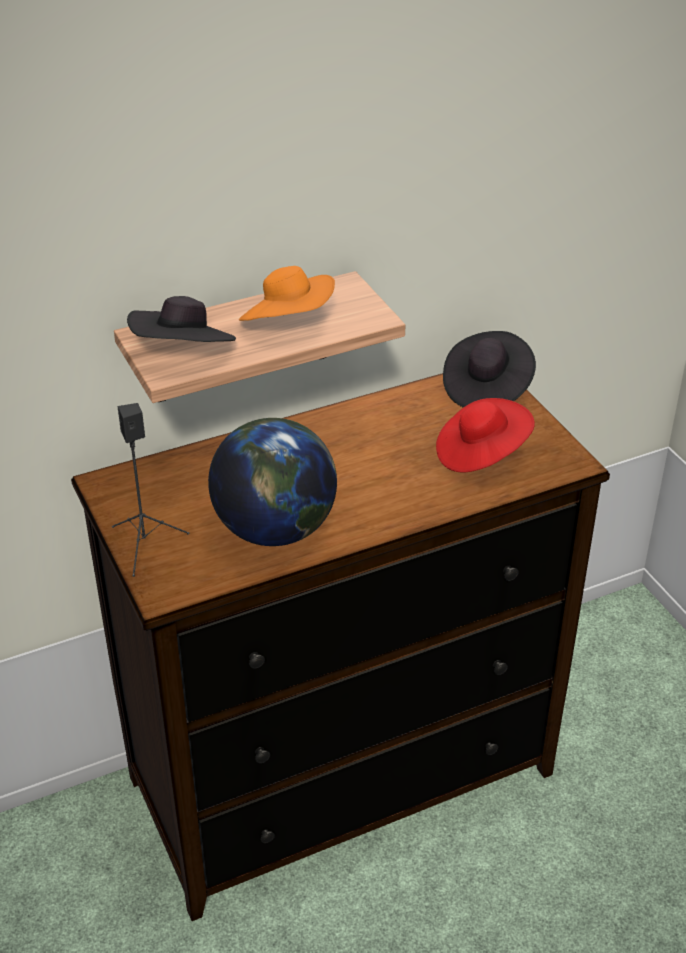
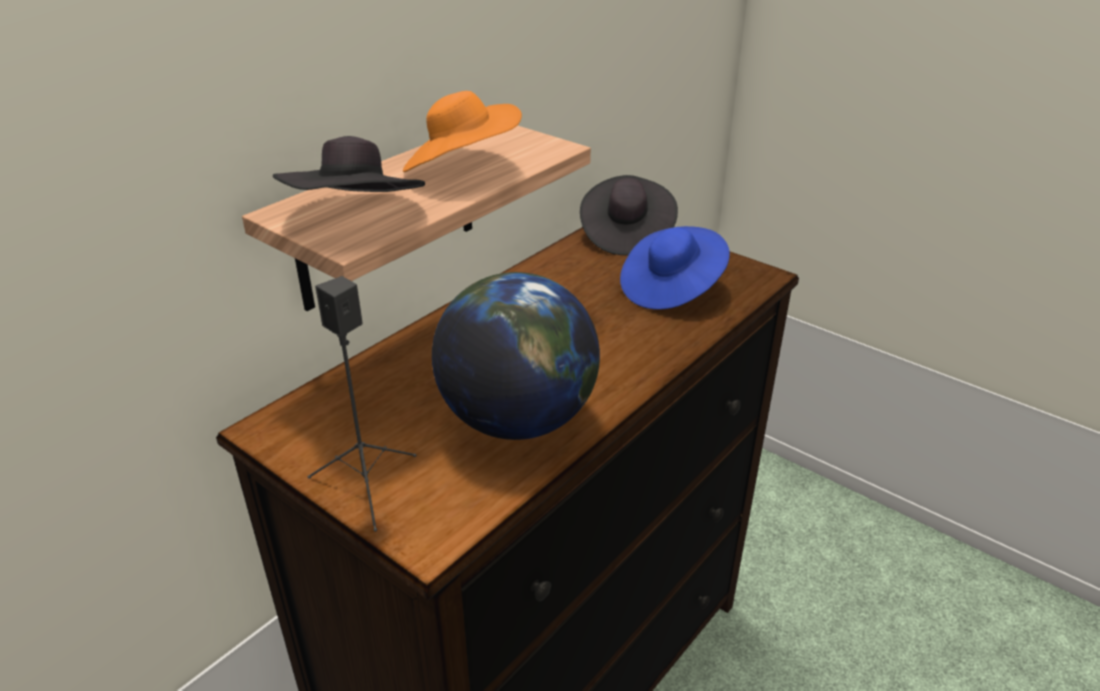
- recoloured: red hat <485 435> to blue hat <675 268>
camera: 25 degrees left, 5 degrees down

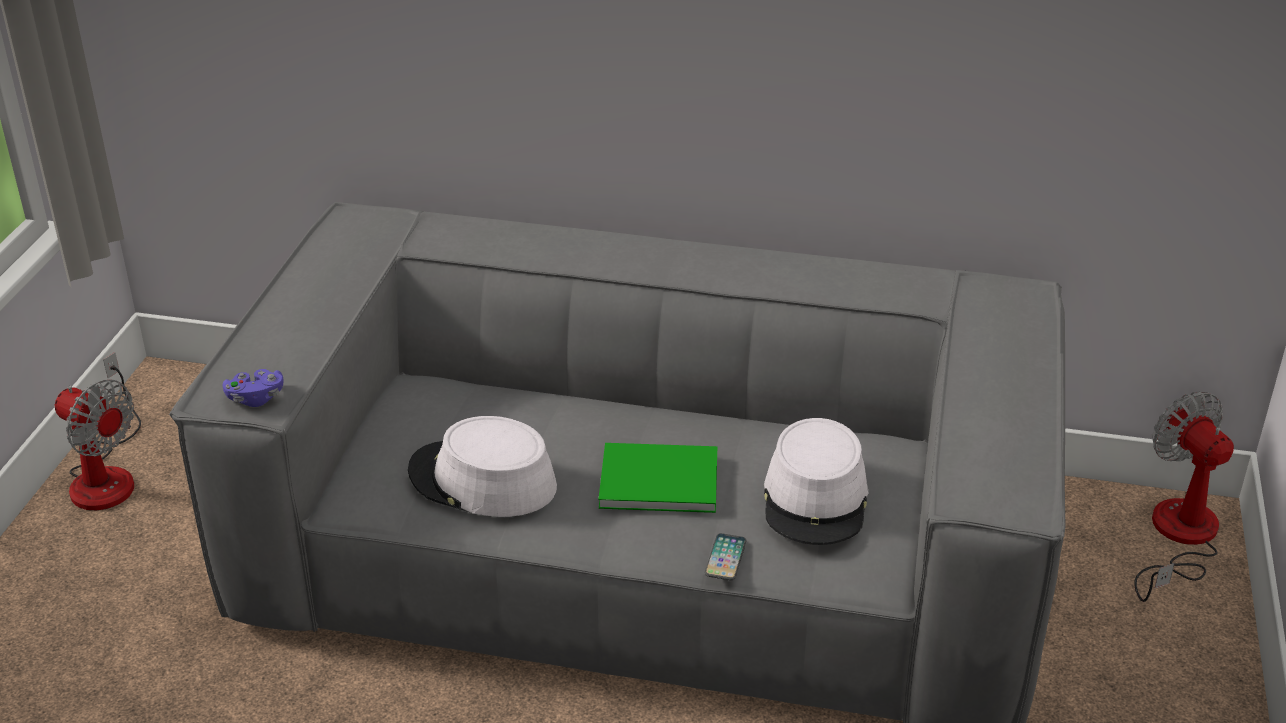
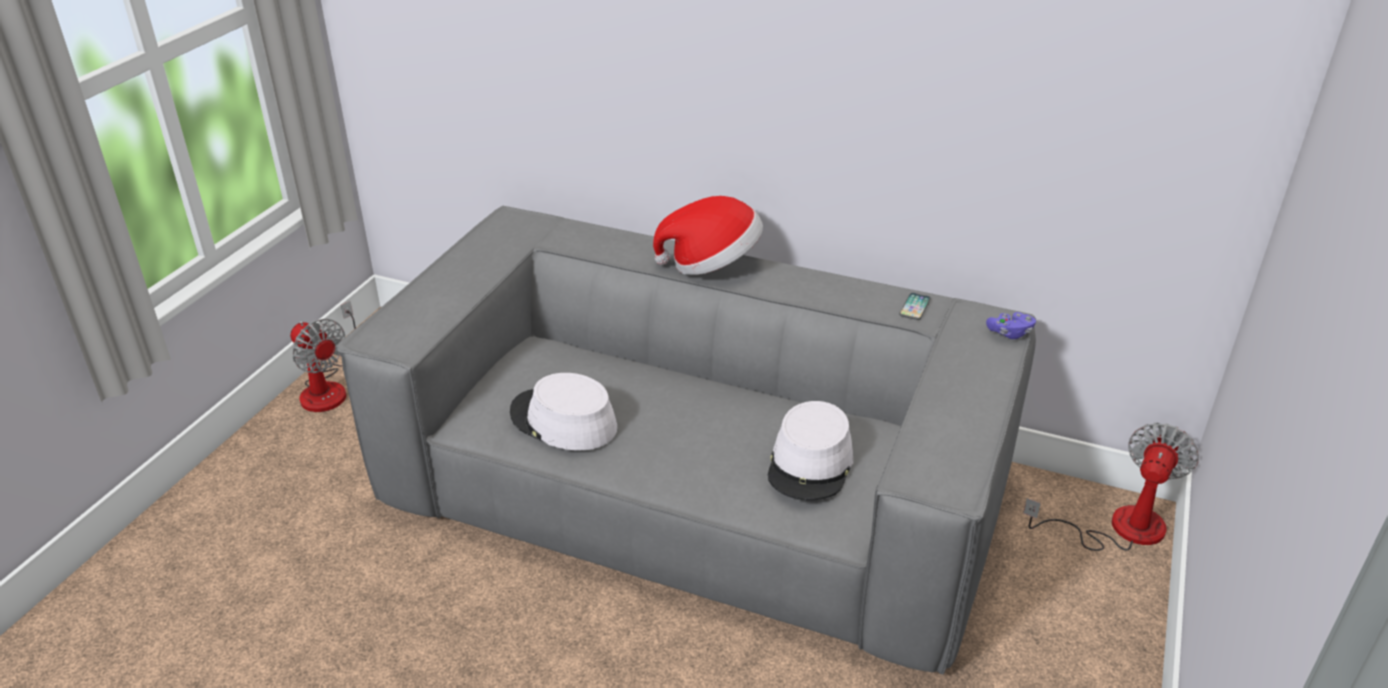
- removed: green book <657 478>
- added: hat <708 235>
- moved: purple game controller <253 388> to <1011 325>
- moved: phone <725 556> to <915 306>
- turned: fan <1184 497> = <1111 487> 45 degrees clockwise
camera: 10 degrees right, 0 degrees up

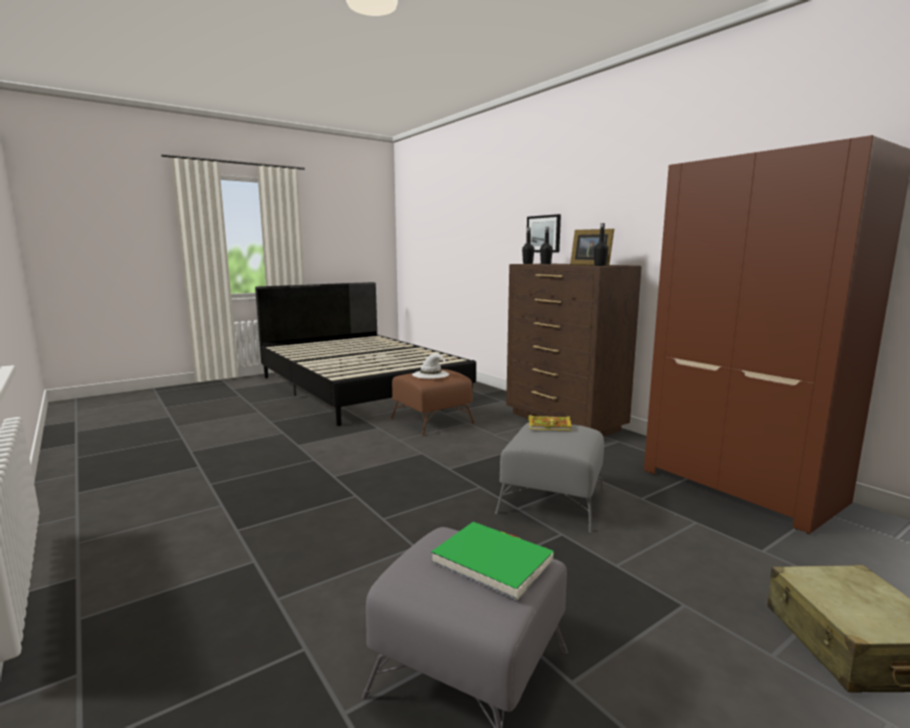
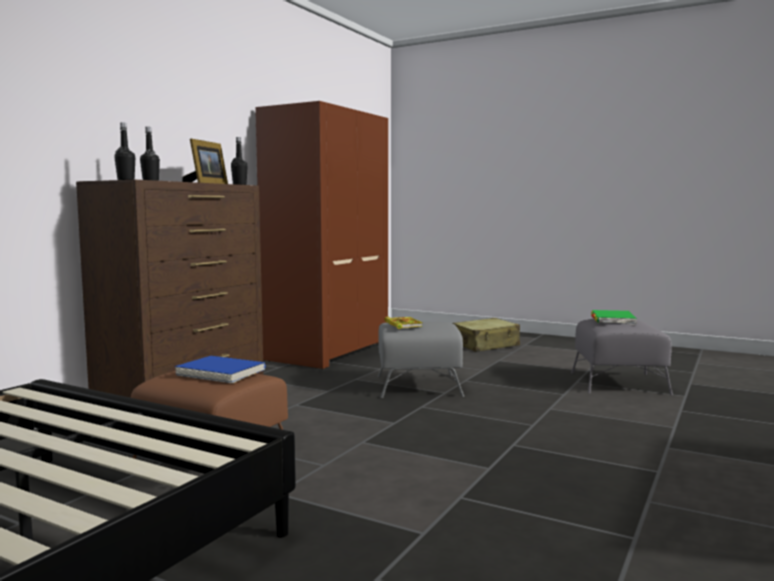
- removed: picture <543 233>
- replaced: white hat <430 366> to blue book <220 370>
camera: 115 degrees left, 5 degrees down

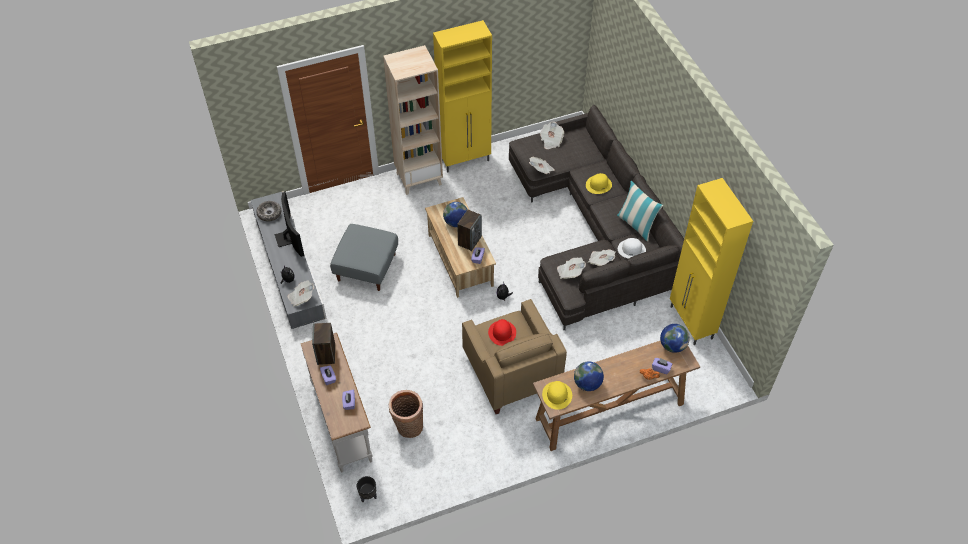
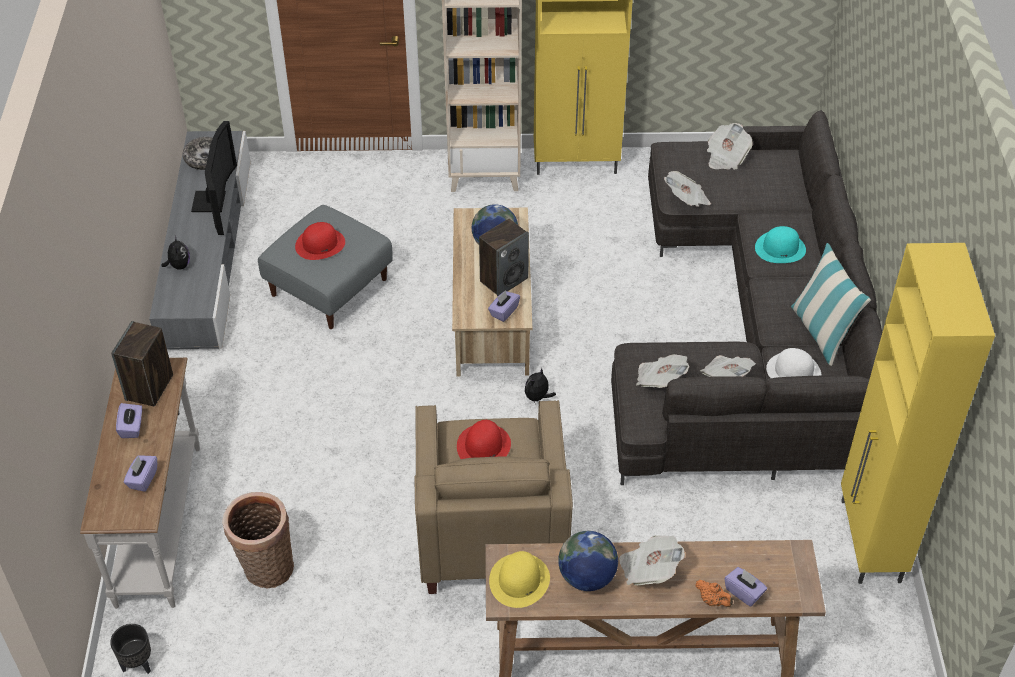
- removed: globe <675 338>
- added: red hat <320 241>
- moved: newspaper <301 293> to <652 560>
- recoloured: yellow hat <599 183> to turquoise hat <780 244>
camera: 20 degrees right, 5 degrees down

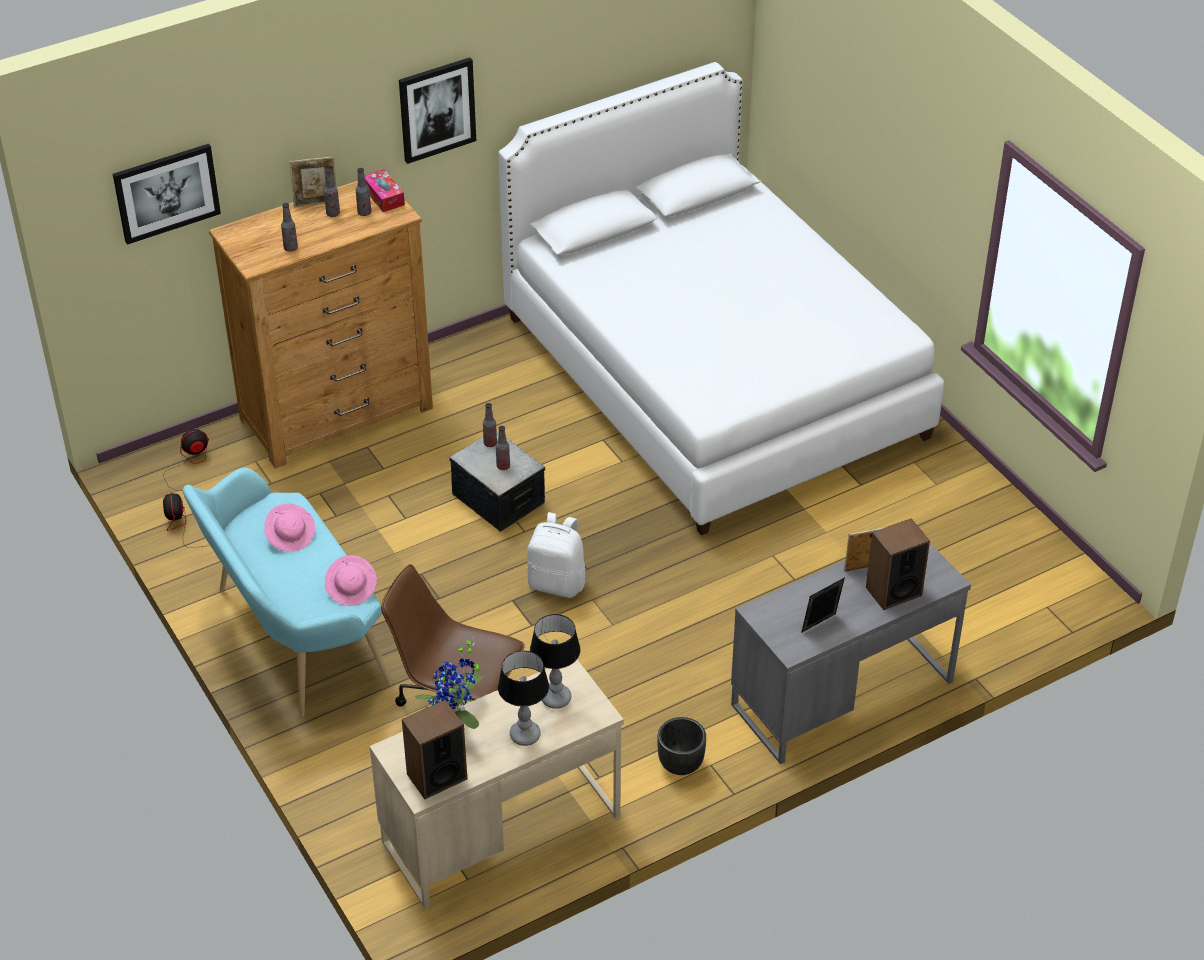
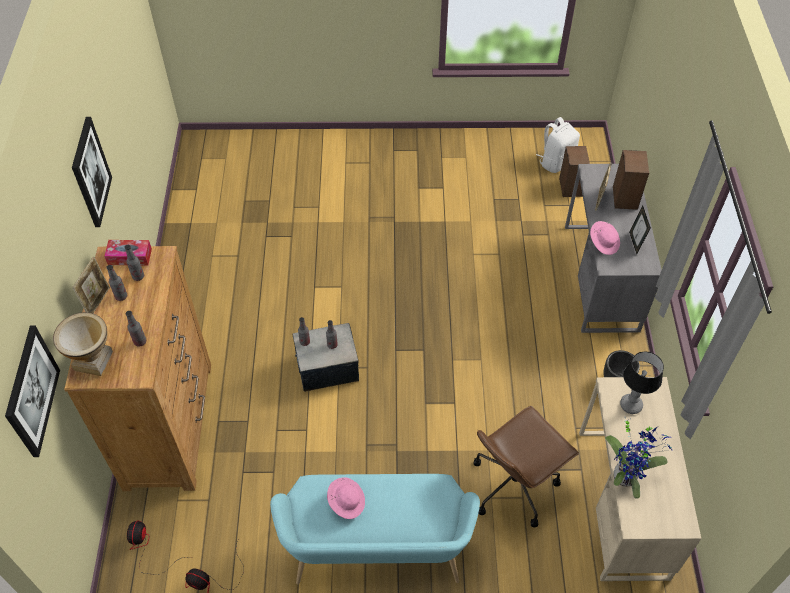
- removed: table lamp <523 698>
- removed: white bed <721 299>
- added: vase <83 344>
- moved: pink hat <351 580> to <605 238>
- moved: speaker <434 749> to <574 171>
- moved: white backpack <556 555> to <558 145>
camera: 60 degrees left, 10 degrees up

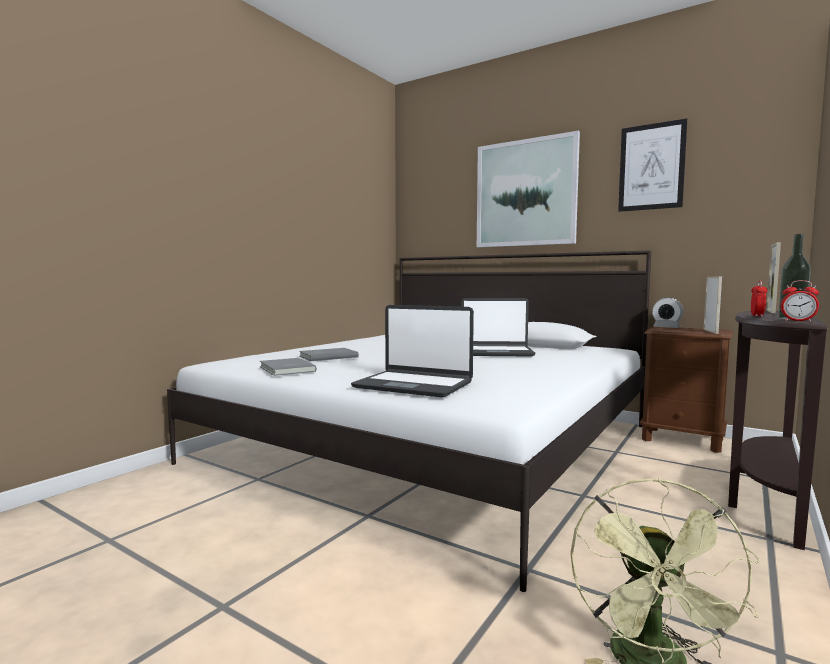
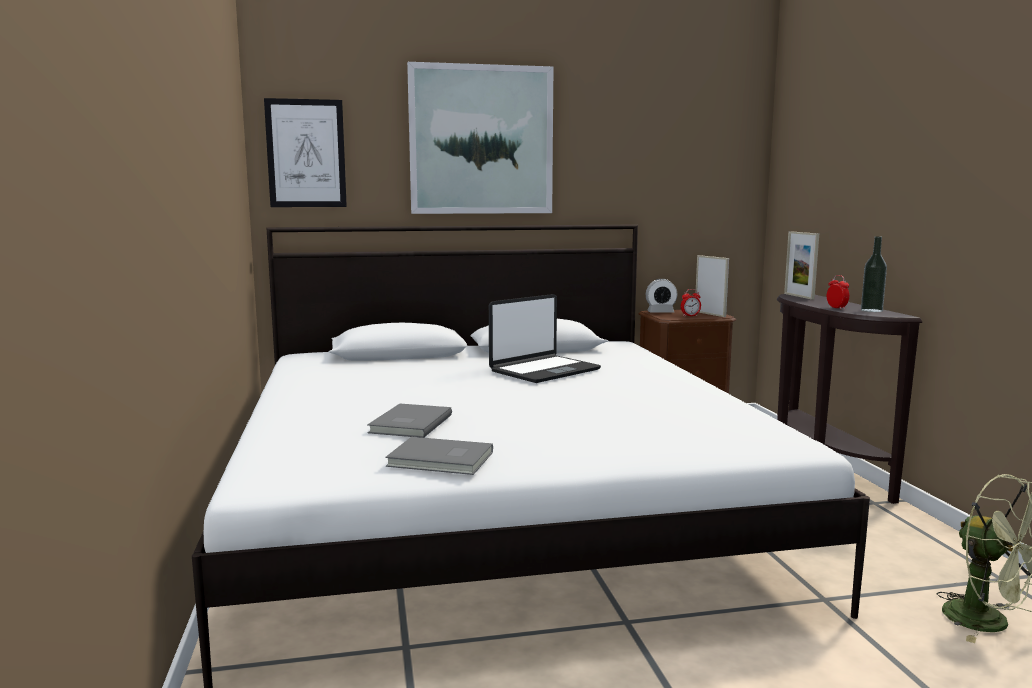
- removed: laptop <412 351>
- moved: picture <652 165> to <305 152>
- moved: alarm clock <800 301> to <691 302>
camera: 45 degrees left, 5 degrees up

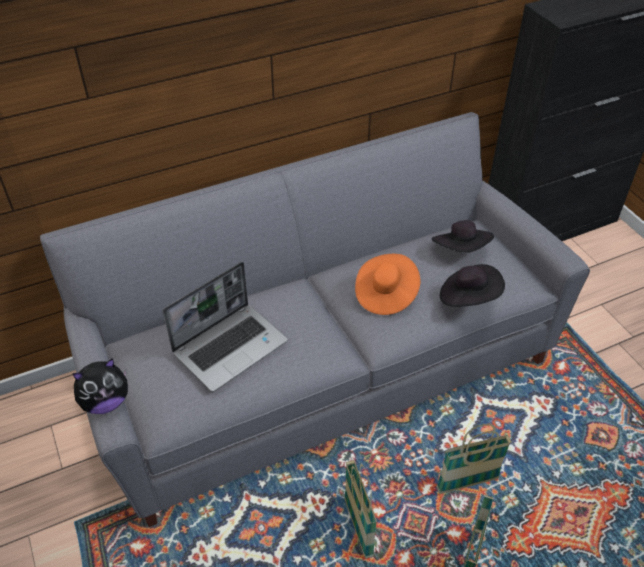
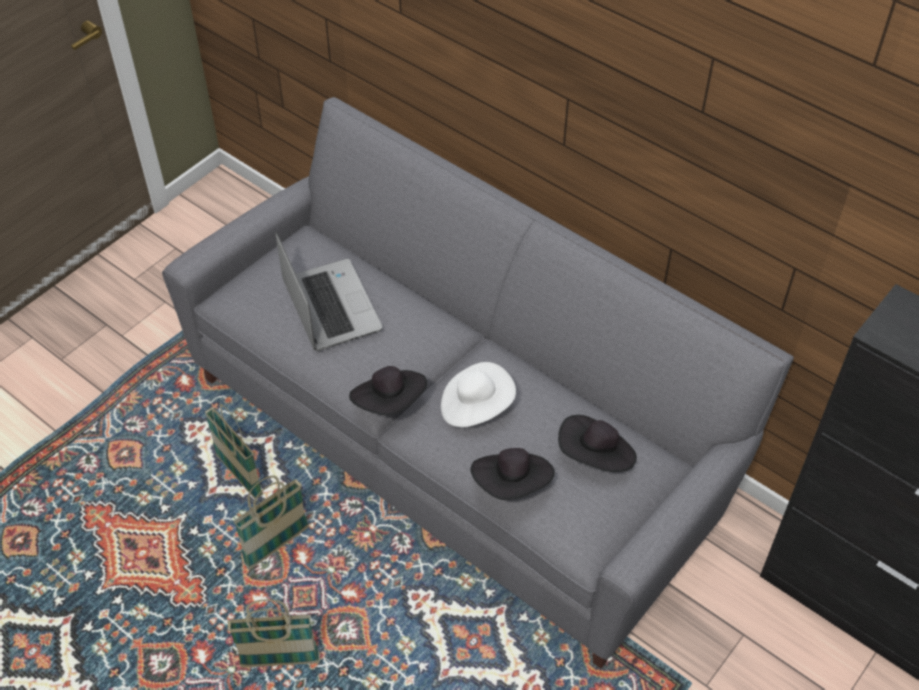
- removed: plush toy <100 386>
- added: black hat <388 390>
- moved: basket <473 459> to <234 451>
- recoloured: orange hat <387 284> to white hat <478 394>
- turned: laptop <225 327> = <329 291> 135 degrees counterclockwise
camera: 65 degrees right, 5 degrees up

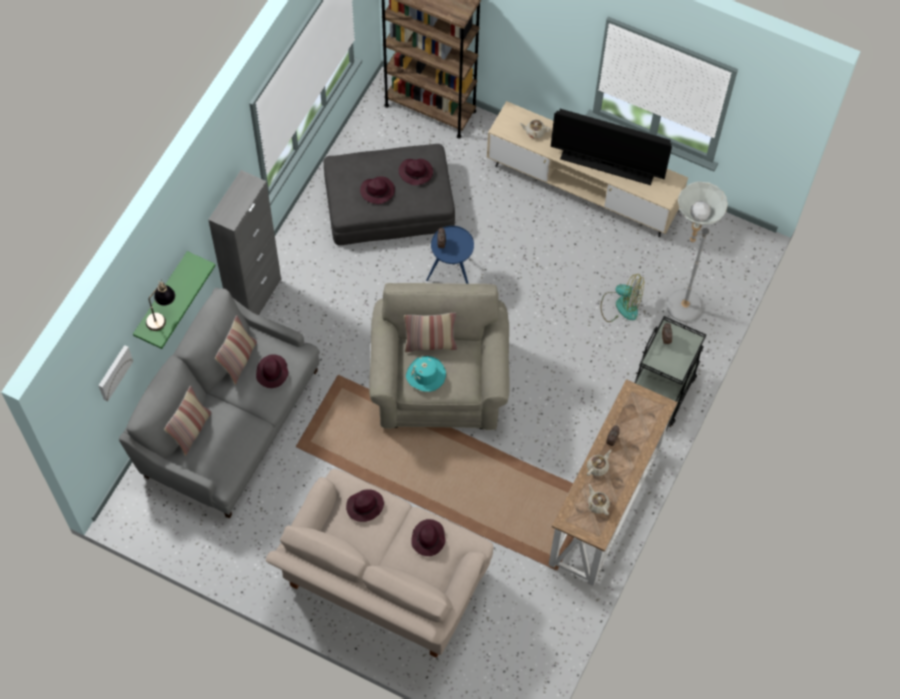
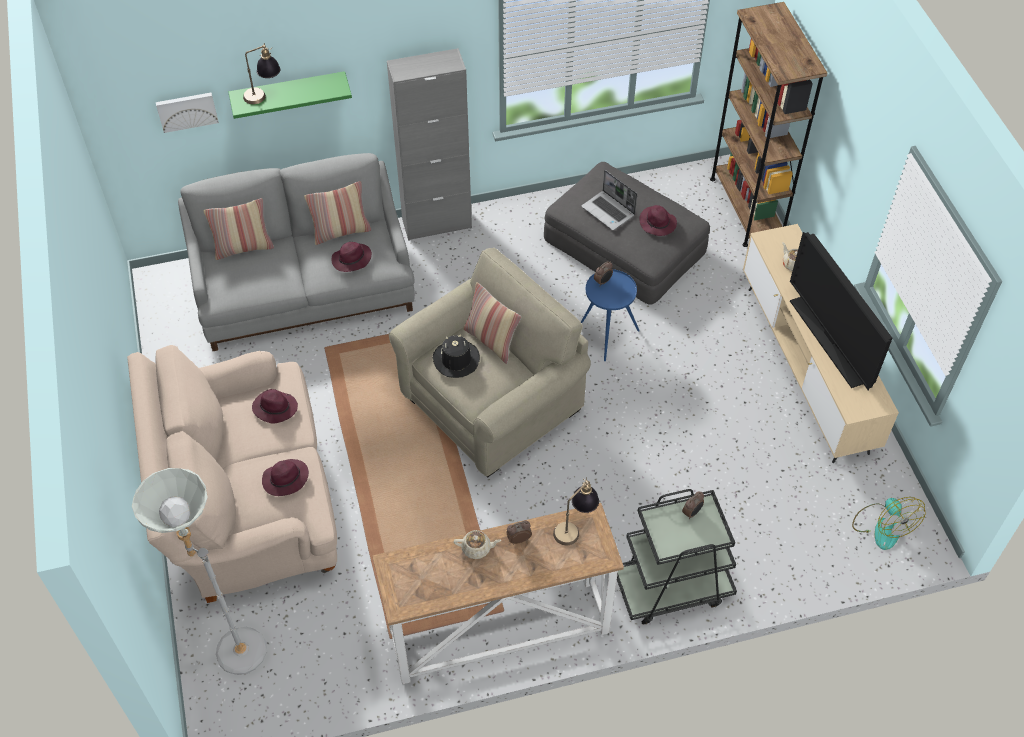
- removed: beige teapot <598 499>
- added: table lamp <576 511>
- moved: fan <622 298> to <889 523>
- moved: grey floor lamp <697 251> to <199 571>
- replaced: purple hat <377 190> to laptop <609 200>
- recoloured: turquoise hat <426 374> to black hat <456 356>
camera: 50 degrees right, 10 degrees down

